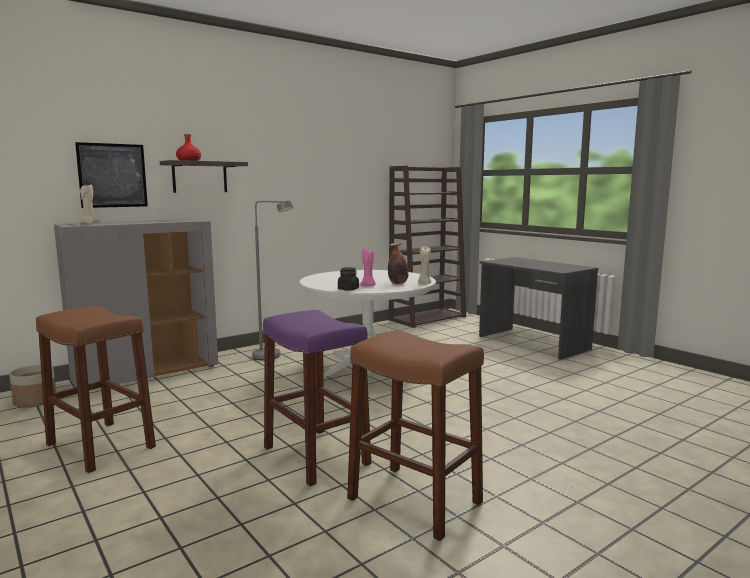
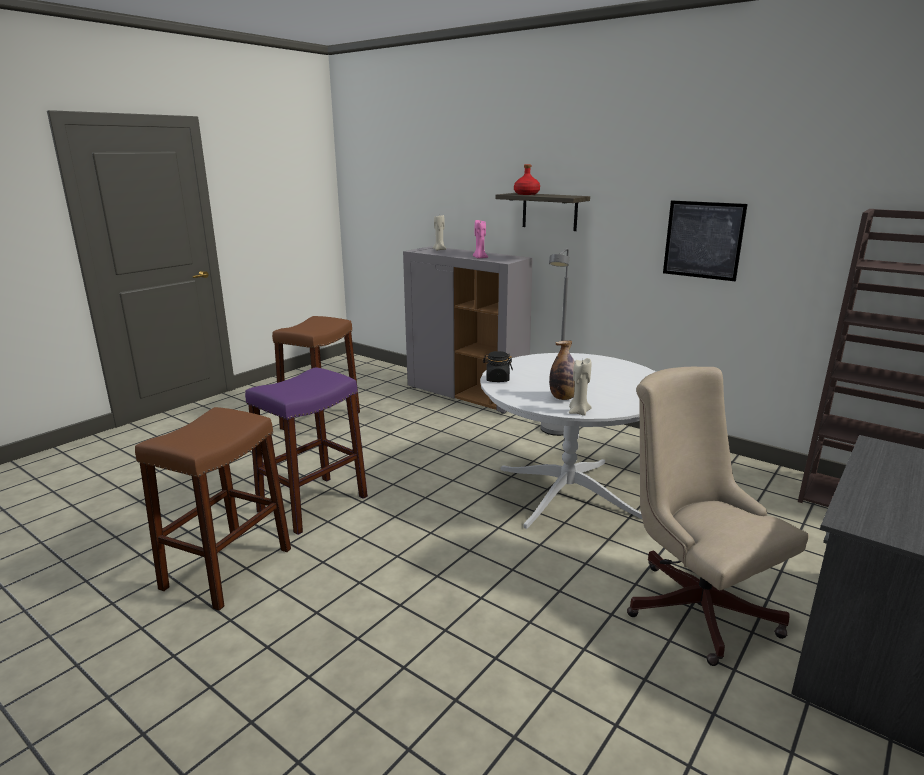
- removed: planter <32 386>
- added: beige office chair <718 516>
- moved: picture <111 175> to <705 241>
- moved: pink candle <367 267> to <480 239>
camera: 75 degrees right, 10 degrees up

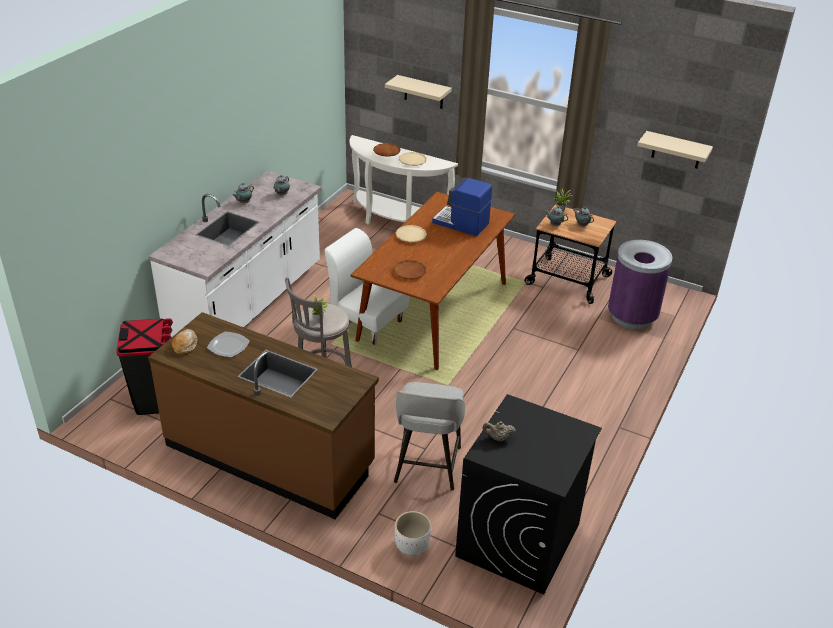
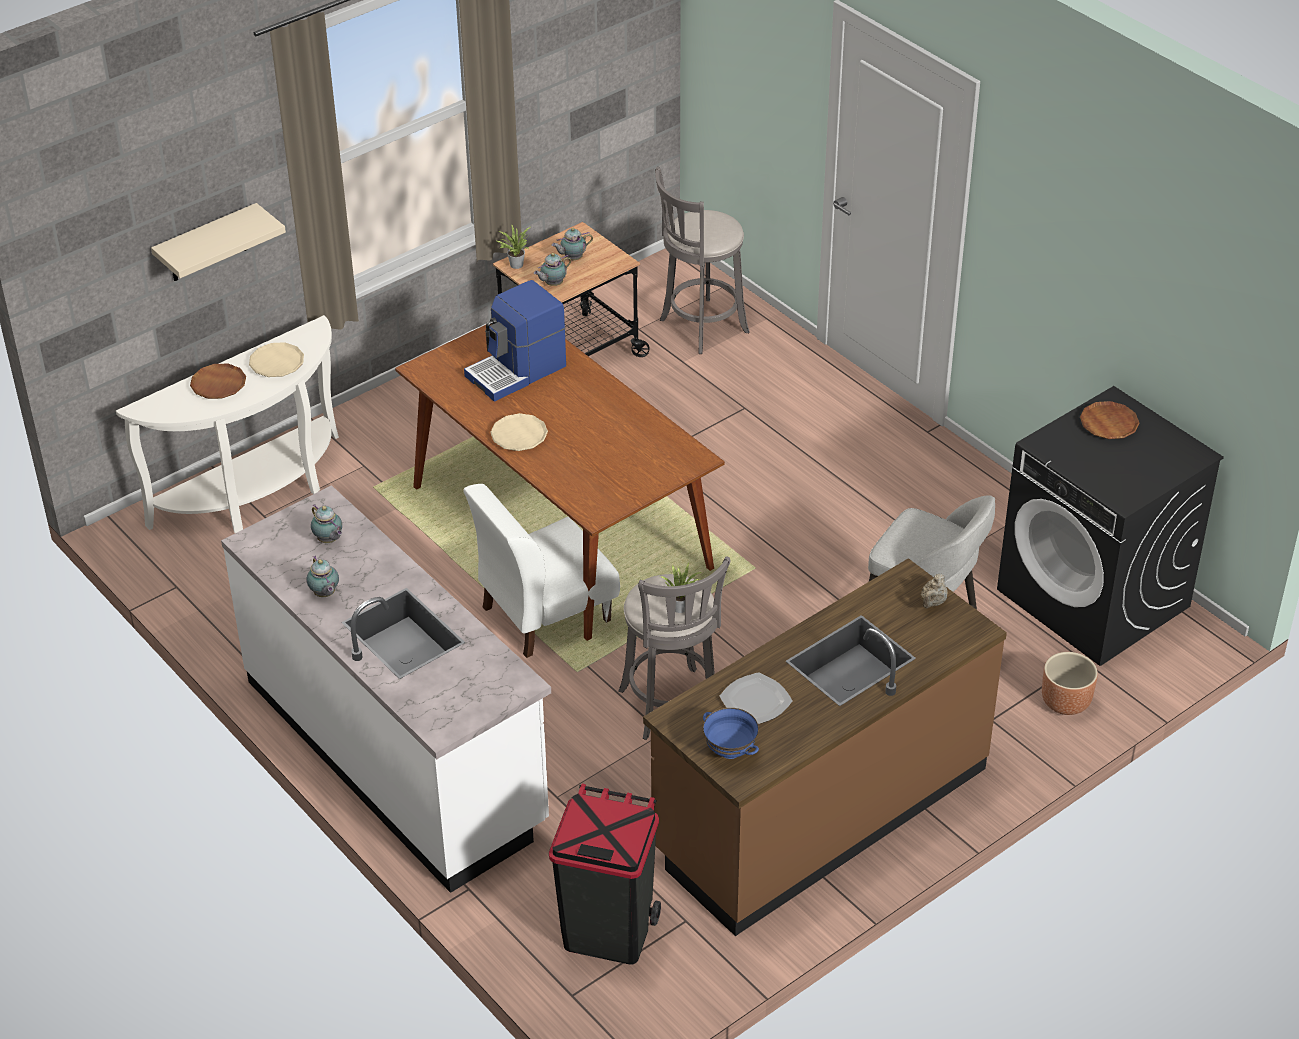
- removed: beige shelf <675 150>
- moved: brown plate <410 269> to <1109 420>
- moved: beige teapot <499 431> to <934 590>
- replaced: bread <184 342> to blue bowl <731 733>
- replaced: purple trash can <640 285> to grey stool <702 260>
- recoloured: white planter <413 533> to brown planter <1070 683>
camera: 65 degrees left, 5 degrees up

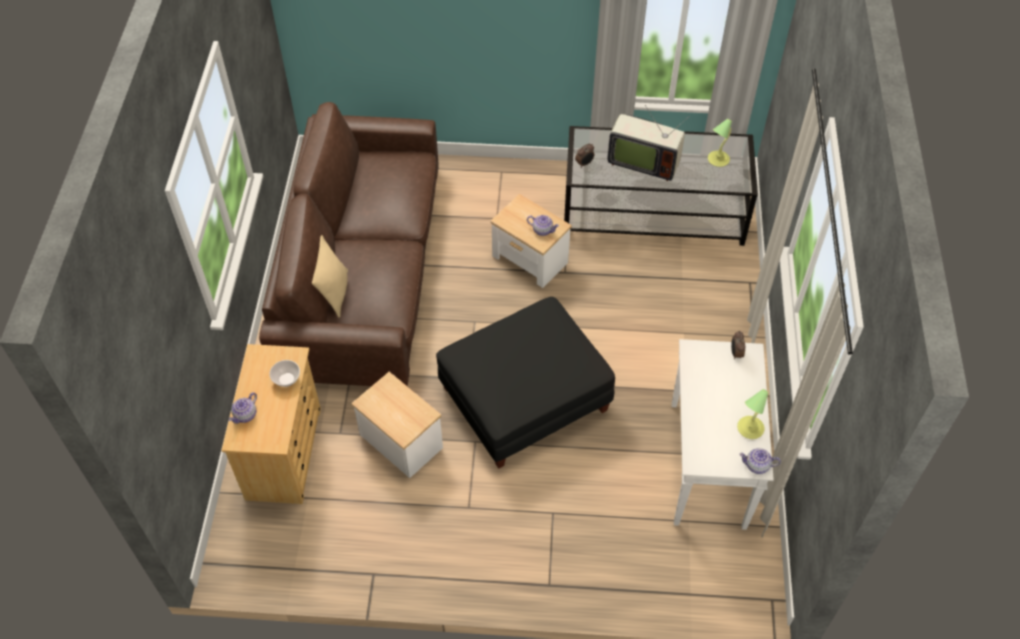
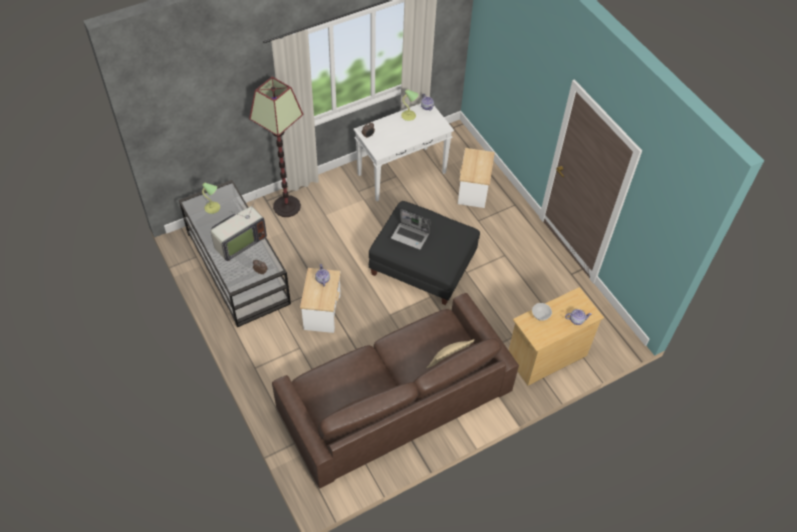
- added: floor lamp <276 147>
- added: laptop <411 229>
- moved: side table <397 425> to <476 178>
- turned: television <648 143> = <239 228> 60 degrees clockwise
camera: 125 degrees left, 0 degrees up

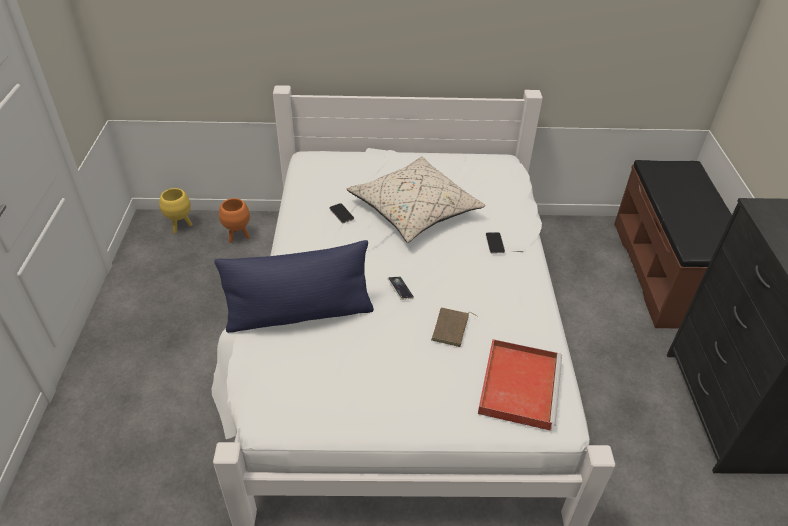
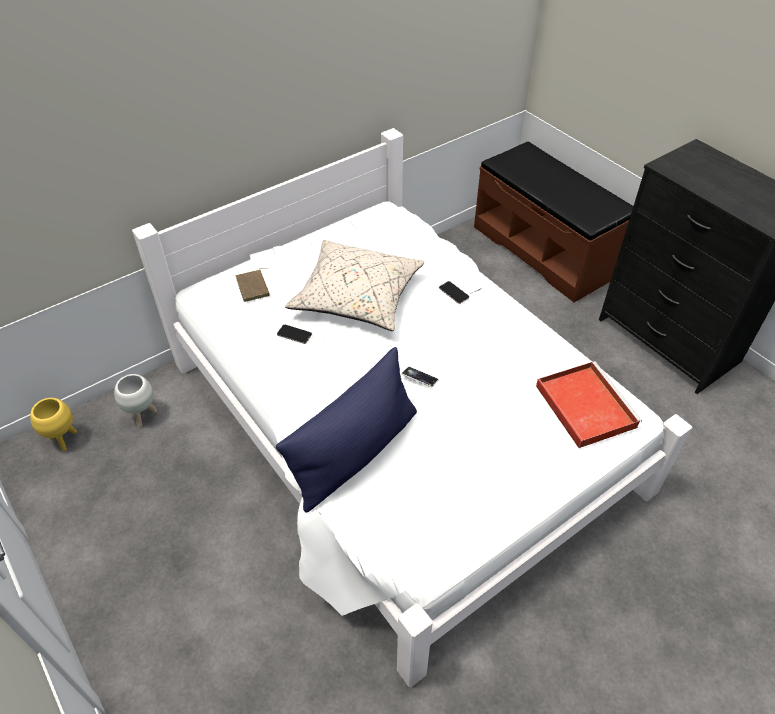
- moved: brown book <454 327> to <253 285>
- recoloured: orange planter <234 220> to white planter <135 400>
camera: 35 degrees left, 5 degrees up

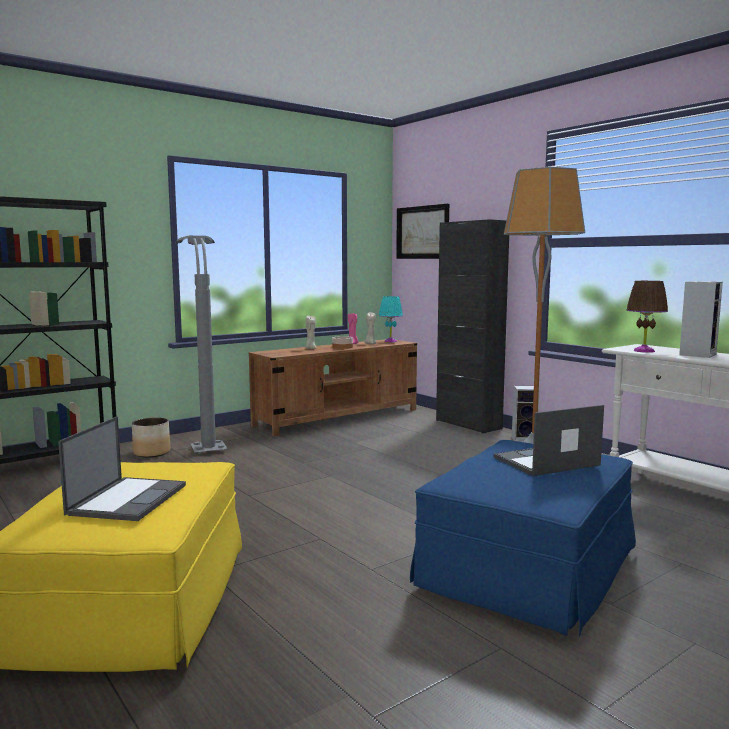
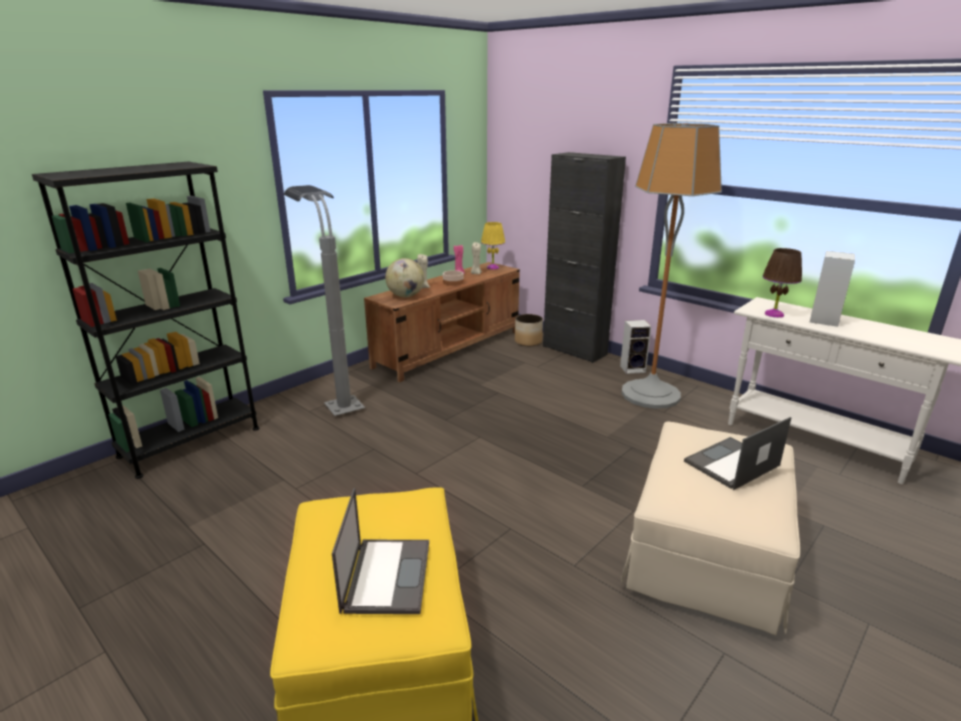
- removed: picture <422 231>
- added: globe <404 277>
- moved: planter <151 437> to <529 330>
- recoloured: turquoise table lamp <391 319> to yellow table lamp <493 245>
- recoloured: blue ottoman <523 538> to beige ottoman <710 528>
camera: 10 degrees left, 15 degrees up

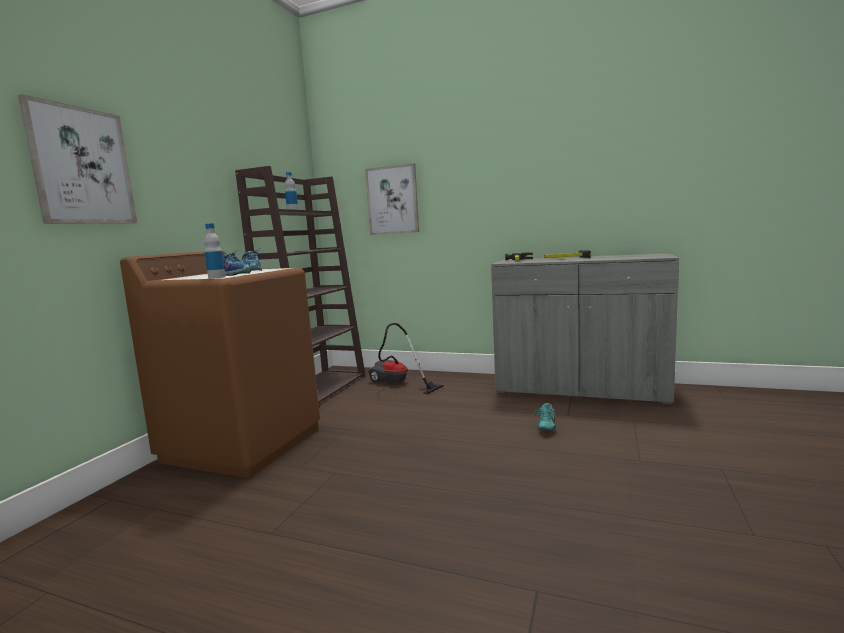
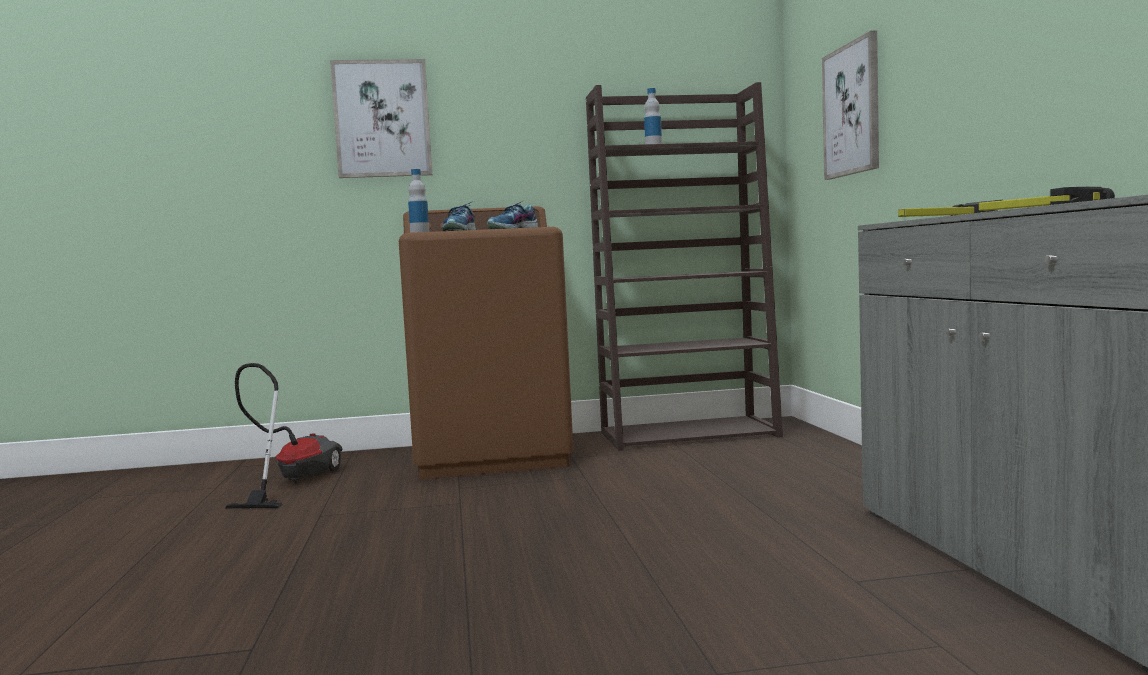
- removed: turquoise shoe <544 417>
- moved: vacuum cleaner <406 358> to <283 435>
camera: 60 degrees right, 5 degrees down

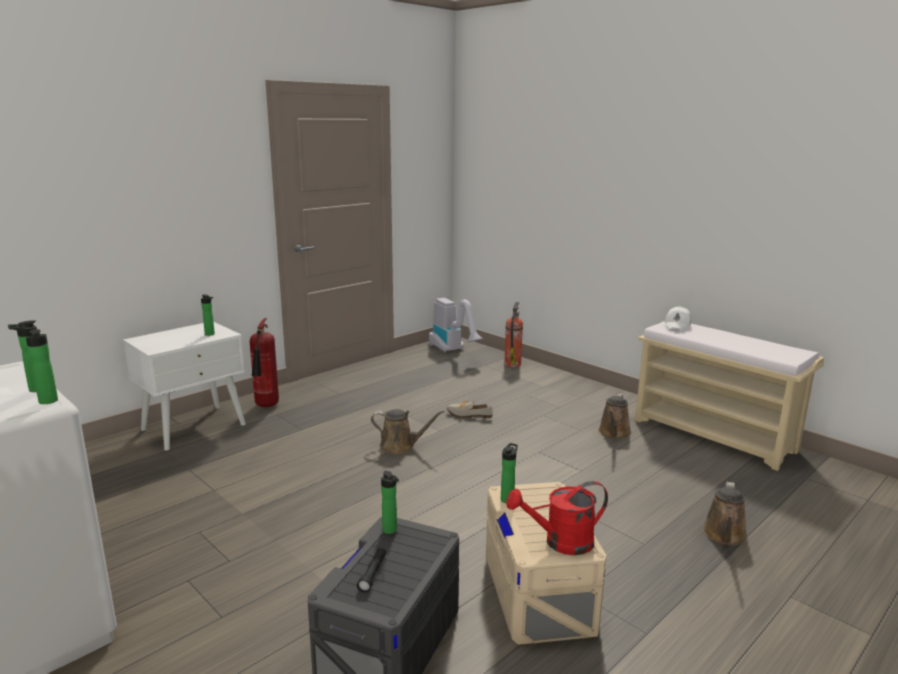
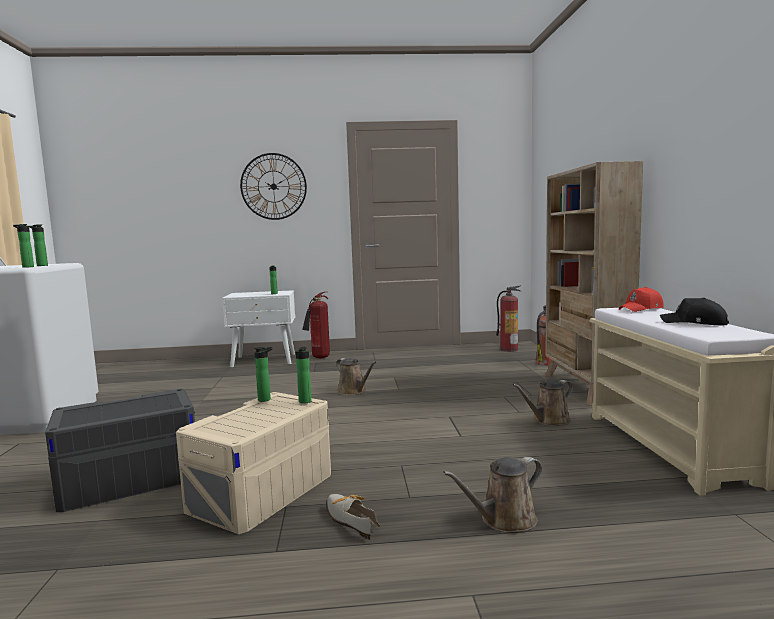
- removed: black flashlight <371 570>
- removed: red watering can <557 518>
- added: wall clock <273 186>
- added: beige bookcase <594 283>
- added: black cap <694 311>
- moved: bottle <390 502> to <303 375>
- moved: shoe <470 409> to <353 517>
- replaced: vacuum cleaner <456 325> to fire extinguisher <509 318>
- recoloured: white cap <677 318> to red cap <641 299>
camera: 40 degrees right, 10 degrees down

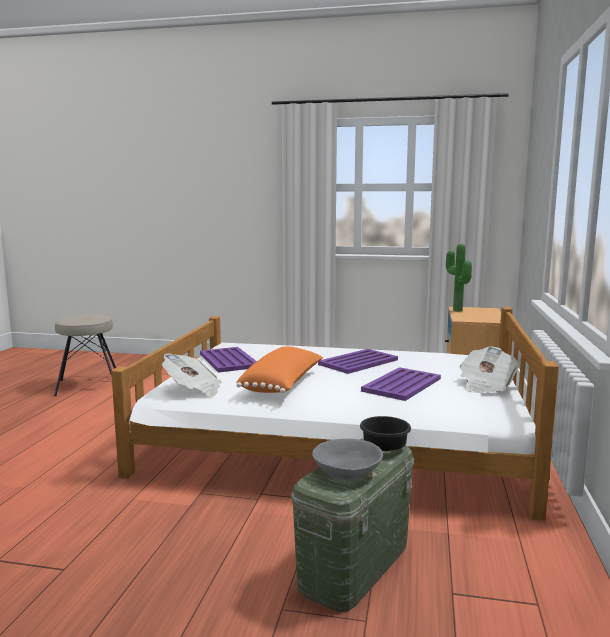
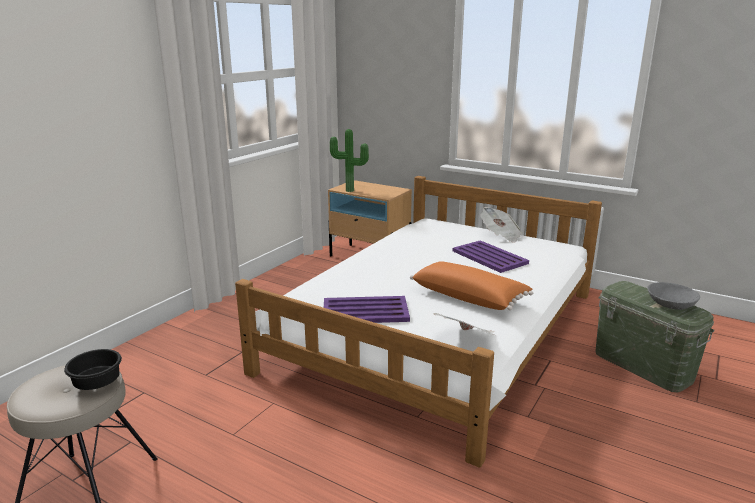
- removed: purple tray <358 361>
- moved: black bowl <385 433> to <93 369>
camera: 70 degrees left, 10 degrees up

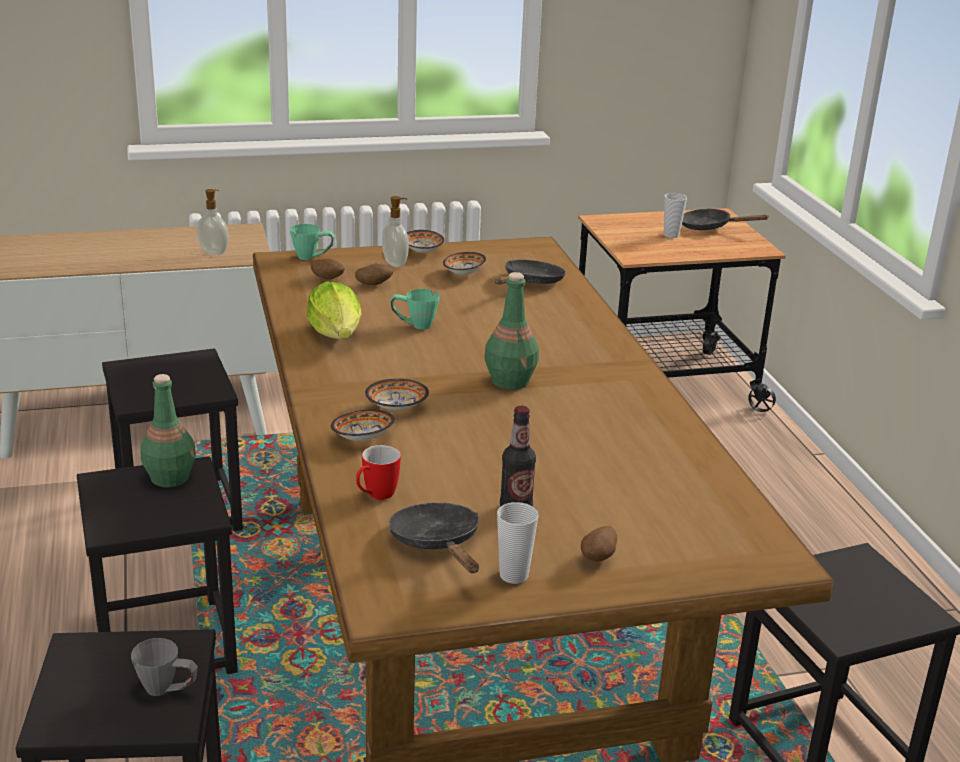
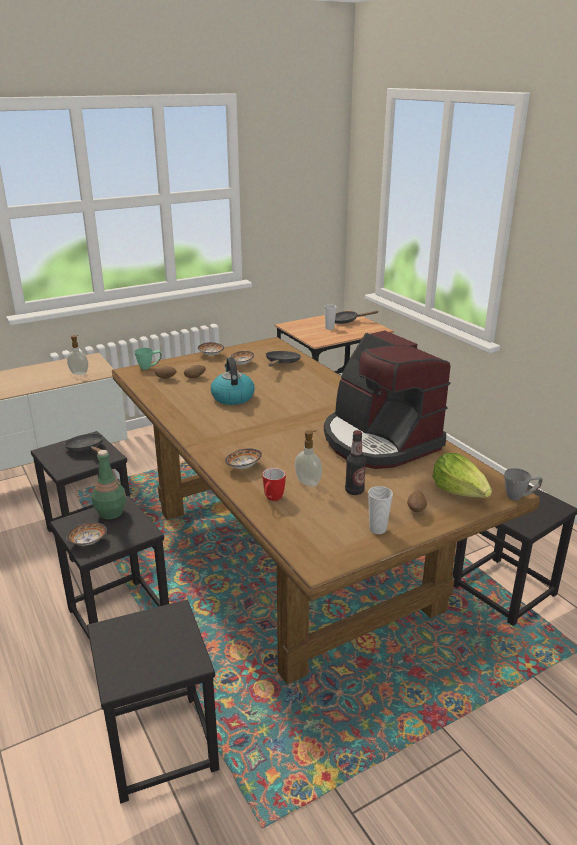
- removed: green bottle <512 331>
- added: coffee machine <387 399>
- moved: grey mug <164 667> to <523 484>
- moved: lettuce <334 310> to <462 475>
- moved: bowl <397 394> to <86 534>
- moved: soap dispenser <395 231> to <308 458>
- moved: black frying pan <434 537> to <84 443>
- replaced: green mug <415 309> to kettle <233 381>
camera: 15 degrees left, 0 degrees up

